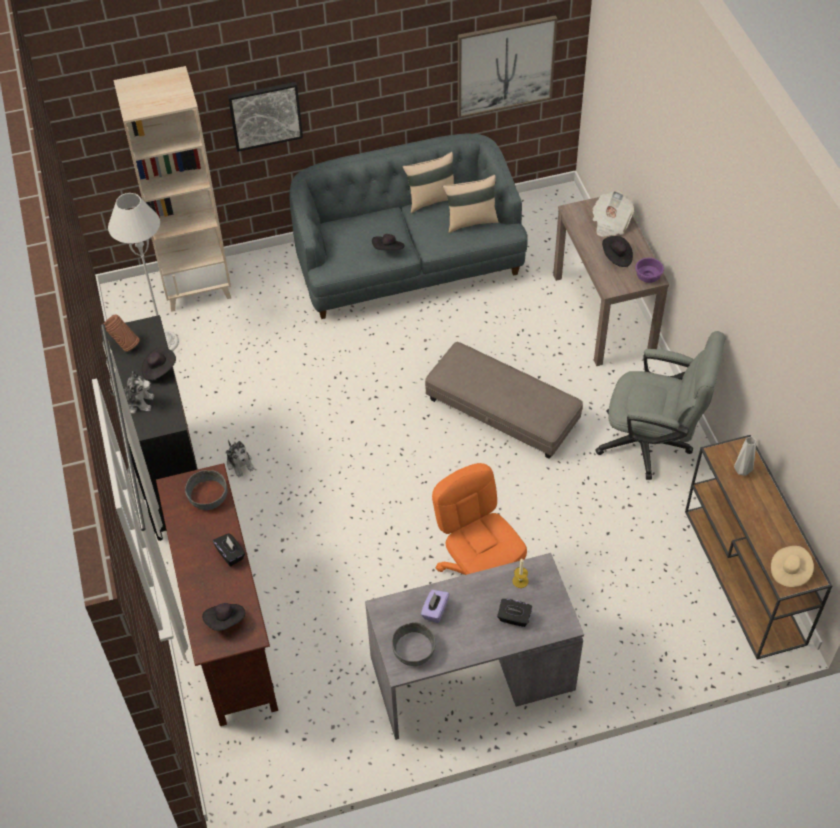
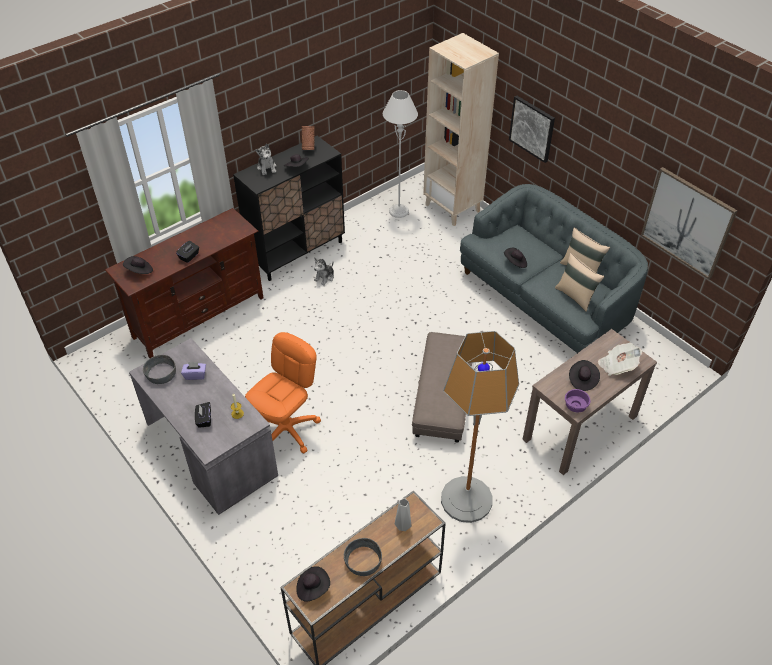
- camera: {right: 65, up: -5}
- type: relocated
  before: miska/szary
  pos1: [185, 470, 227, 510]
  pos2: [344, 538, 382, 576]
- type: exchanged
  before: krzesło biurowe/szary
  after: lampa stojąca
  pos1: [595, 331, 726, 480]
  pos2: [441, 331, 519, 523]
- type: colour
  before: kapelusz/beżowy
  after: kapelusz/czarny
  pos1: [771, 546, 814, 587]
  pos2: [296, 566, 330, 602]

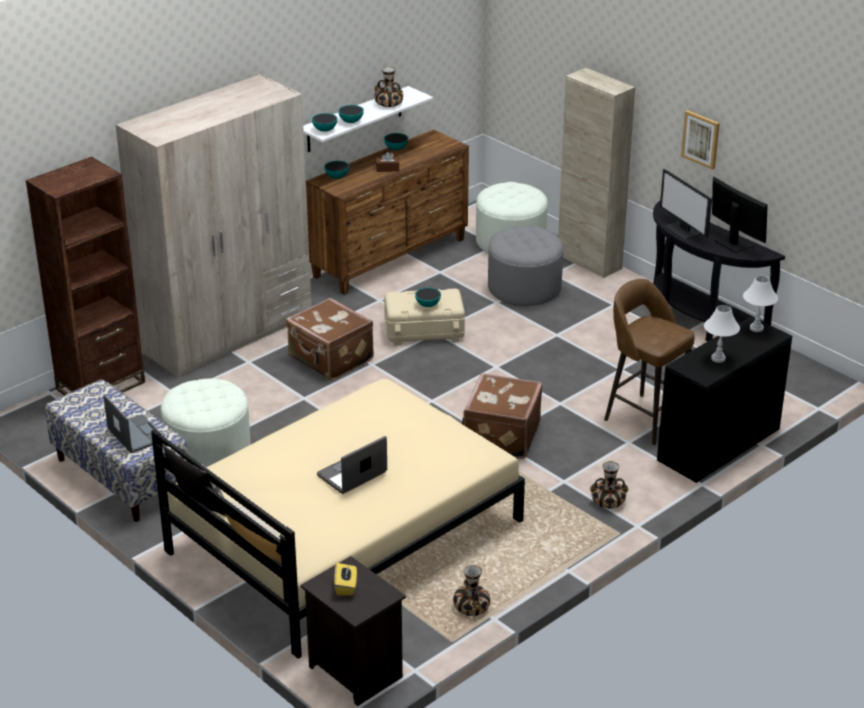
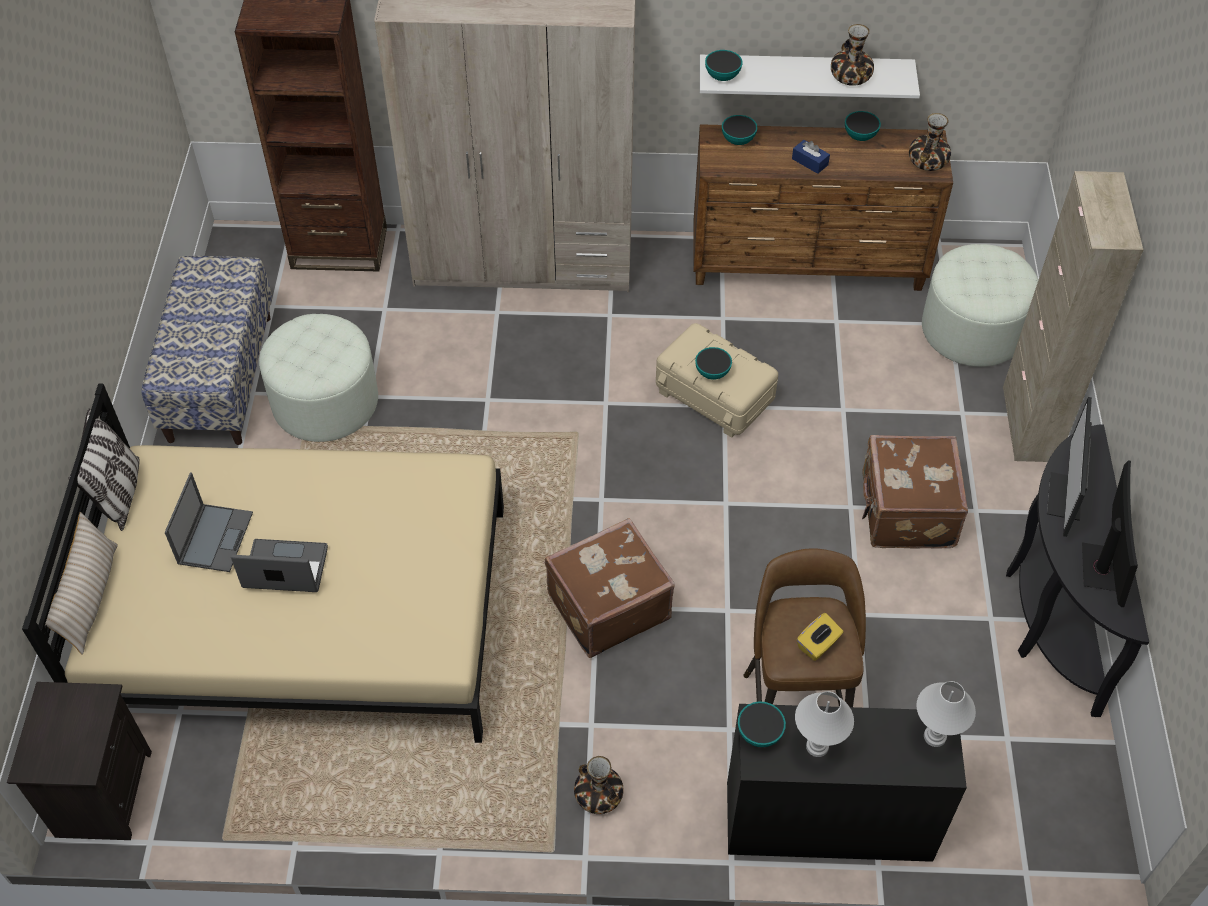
- camera: {right: 45, up: 20}
- type: missing
  before: pufa/szary
  pos1: [488, 226, 563, 306]
- type: missing
  before: obraz
  pos1: [681, 110, 720, 170]
- type: relocated
  before: laptop
  pos1: [103, 394, 164, 453]
  pos2: [164, 473, 253, 572]
- type: relocated
  before: walizka/brązowy
  pos1: [286, 298, 374, 380]
  pos2: [862, 435, 968, 549]
- type: relocated
  before: pudełko chusteczek/żółty
  pos1: [334, 563, 357, 596]
  pos2: [797, 613, 843, 661]
- type: relocated
  before: miska
  pos1: [338, 105, 364, 123]
  pos2: [738, 701, 786, 747]
- type: relocated
  before: wazon
  pos1: [453, 565, 490, 616]
  pos2: [909, 113, 951, 171]
- type: colour
  before: pudełko chusteczek/brązowy
  after: pudełko chusteczek/niebieski
  pos1: [376, 152, 399, 172]
  pos2: [792, 140, 830, 174]

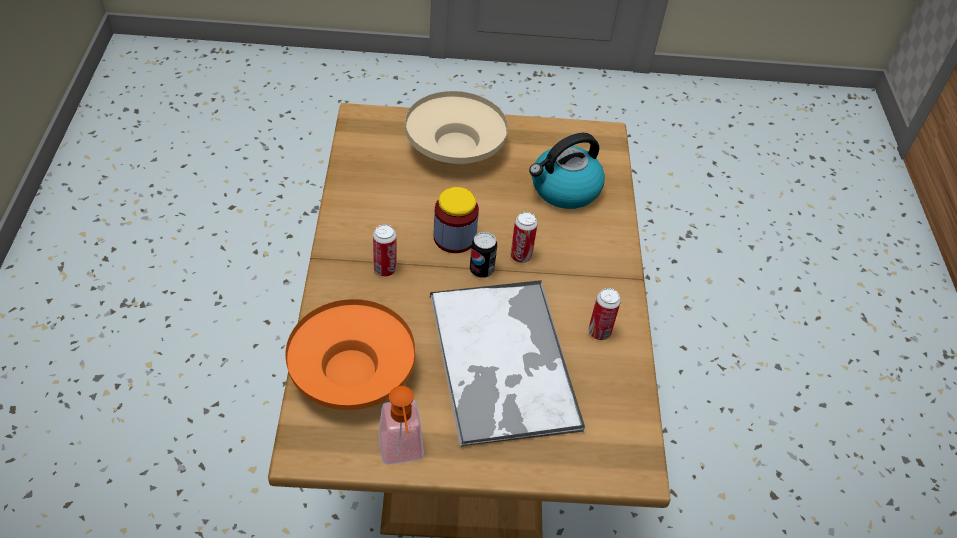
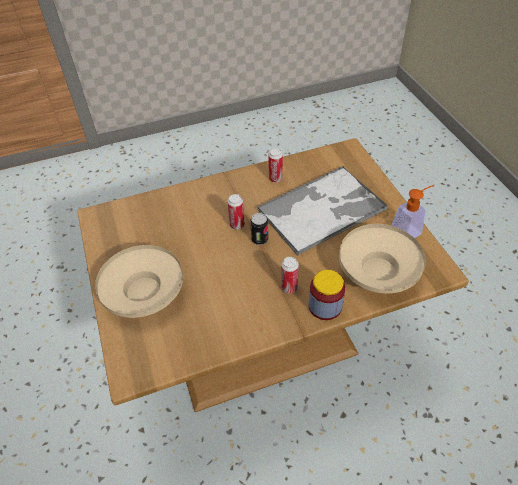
- camera: {right: -105, up: 0}
- type: missing
  before: czajnik
  pos1: [529, 133, 605, 209]
- type: relocated
  before: słoik
  pos1: [434, 187, 479, 253]
  pos2: [309, 270, 345, 320]
- type: colour
  before: miska/pomarańczowy
  after: miska/beżowy
  pos1: [285, 299, 415, 410]
  pos2: [339, 224, 426, 294]

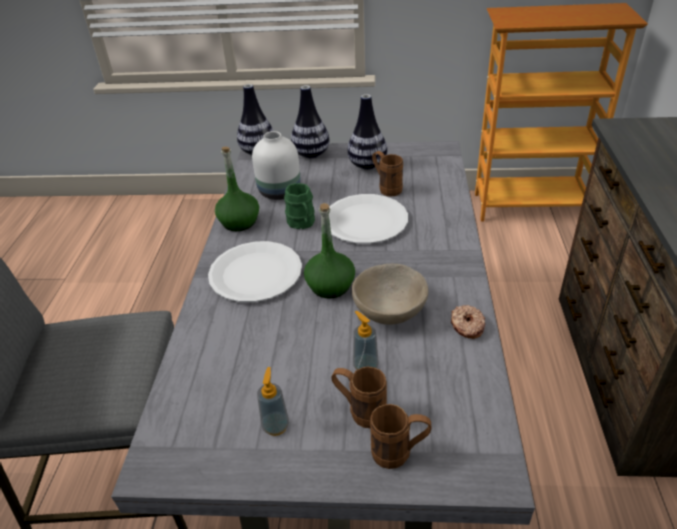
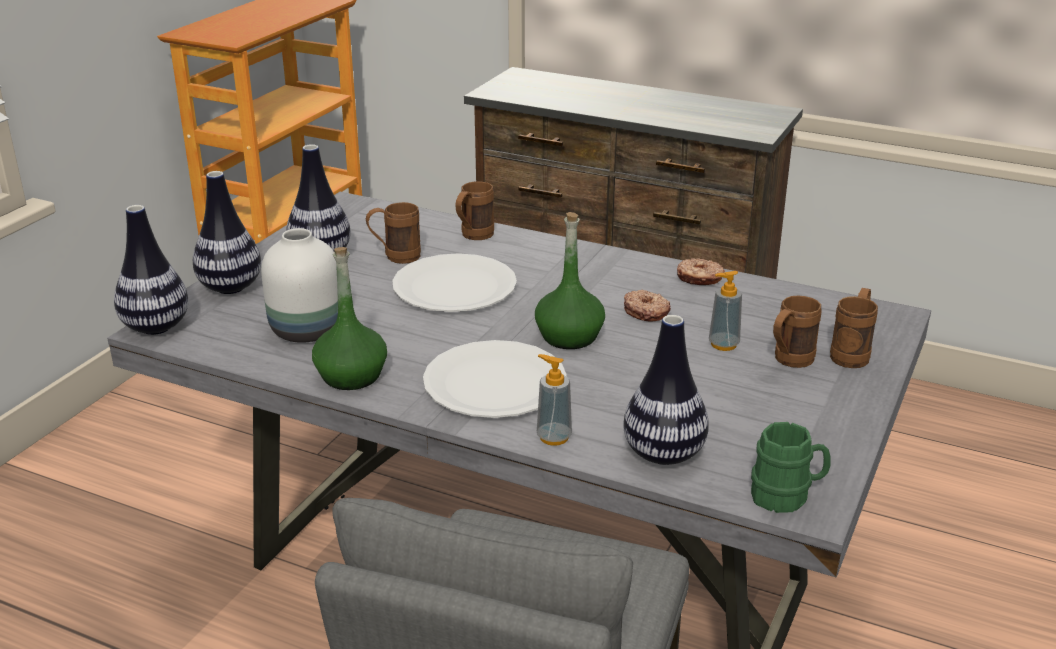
- camera: {right: -70, up: -10}
- type: appeared
  after: kubek/brązowy
  pos2: [455, 182, 494, 240]
- type: appeared
  after: wazon
  pos2: [623, 315, 709, 465]
- type: relocated
  before: dozownik mydła
  pos1: [257, 367, 289, 436]
  pos2: [537, 354, 572, 446]
- type: relocated
  before: kubek/zielony
  pos1: [284, 183, 315, 229]
  pos2: [751, 422, 831, 513]
- type: exchanged
  before: miska/beżowy
  after: donut
  pos1: [352, 263, 428, 325]
  pos2: [624, 290, 671, 321]

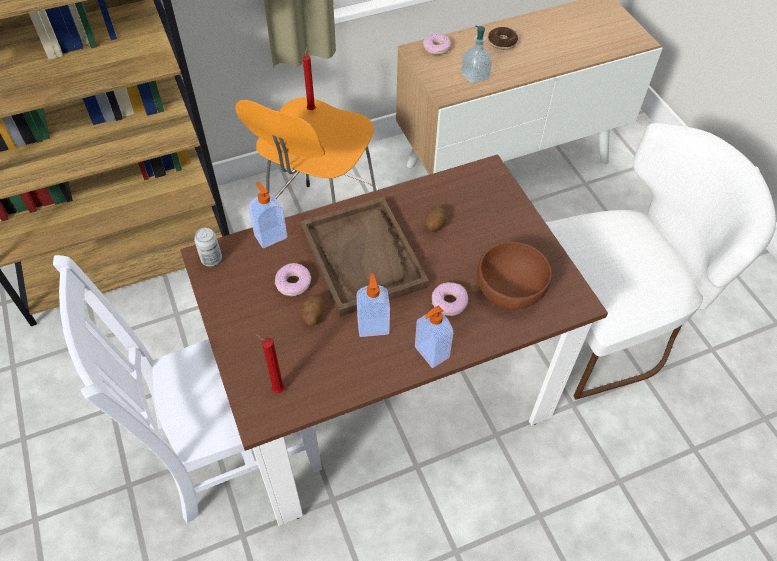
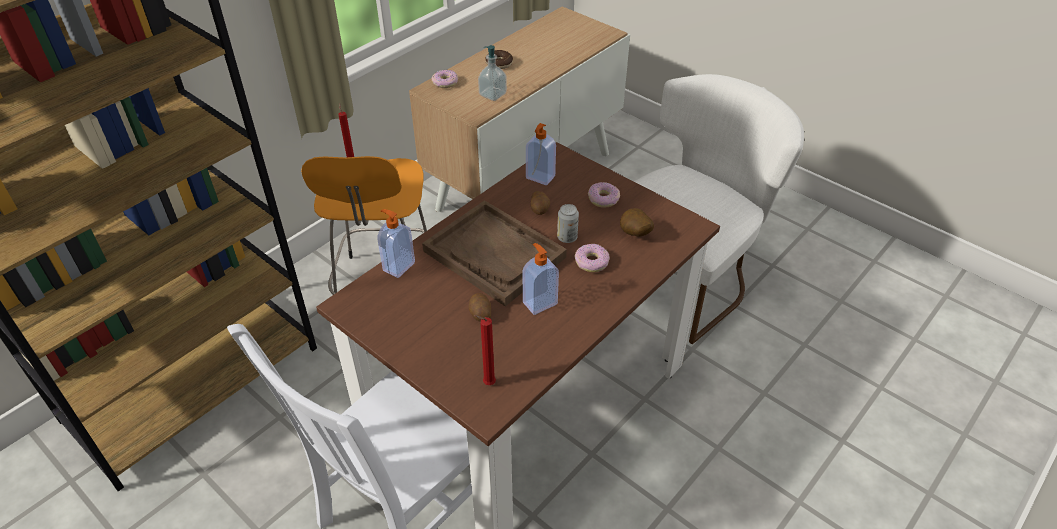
- camera: {right: -25, up: -10}
- type: relocated
  before: puszka
  pos1: [194, 228, 222, 266]
  pos2: [557, 204, 579, 243]
- type: relocated
  before: donut
  pos1: [275, 263, 311, 296]
  pos2: [588, 182, 620, 208]
- type: relocated
  before: dozownik mydła
  pos1: [415, 305, 453, 368]
  pos2: [526, 123, 556, 185]
- type: exchanged
  before: miska/brązowy
  after: ziemniak
  pos1: [477, 242, 552, 310]
  pos2: [620, 208, 654, 237]

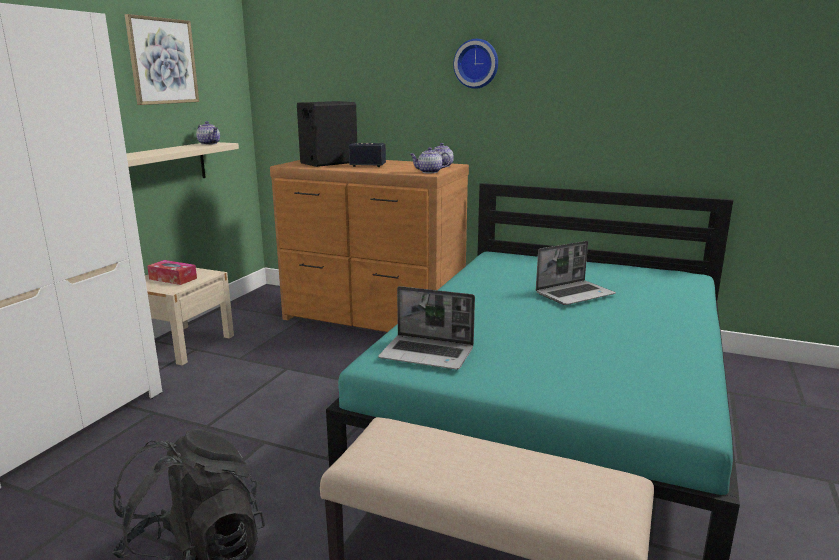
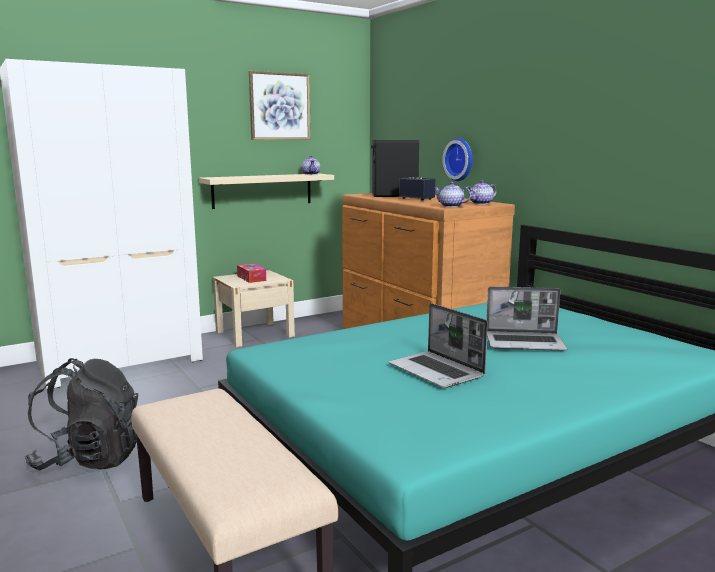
- camera: {right: 35, up: -5}
- type: relocated
  before: laptop
  pos1: [378, 286, 475, 370]
  pos2: [389, 303, 488, 388]
- type: relocated
  before: zegar ścienny
  pos1: [453, 39, 498, 89]
  pos2: [442, 138, 473, 181]

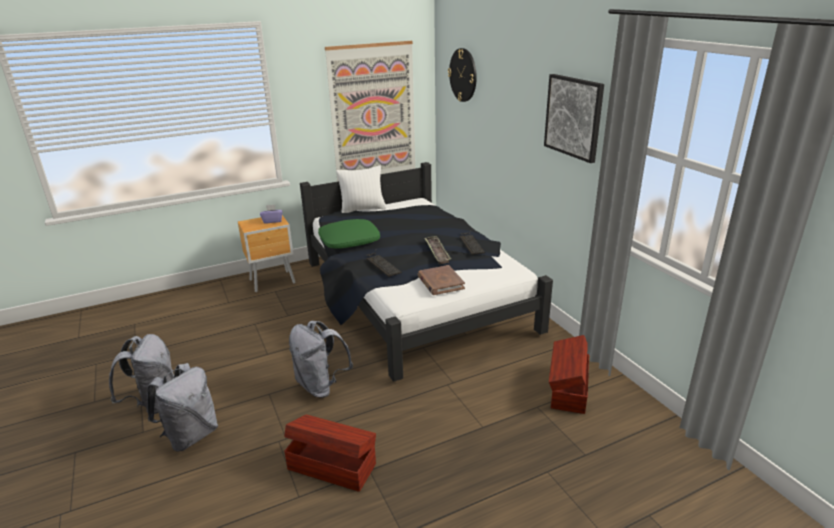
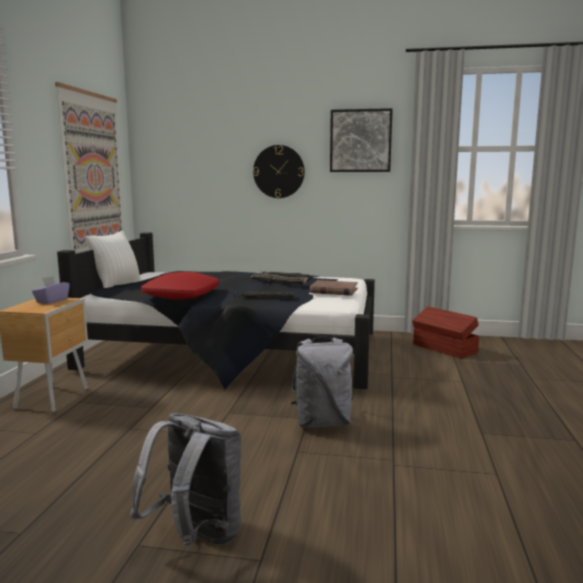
- camera: {right: -55, up: -15}
- type: missing
  before: plecak/szary
  pos1: [147, 363, 218, 452]
- type: missing
  before: pojemnik do przechowywania/brązowy
  pos1: [284, 414, 376, 492]
- type: relocated
  before: zegar ścienny
  pos1: [448, 48, 477, 102]
  pos2: [253, 145, 305, 198]
- type: colour
  before: poduszka/zielony
  after: poduszka/czerwony
  pos1: [318, 219, 380, 249]
  pos2: [141, 272, 219, 300]

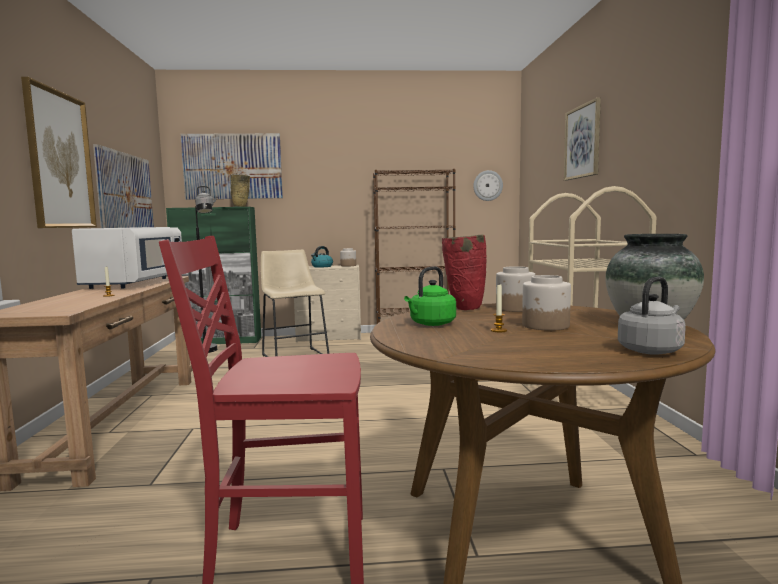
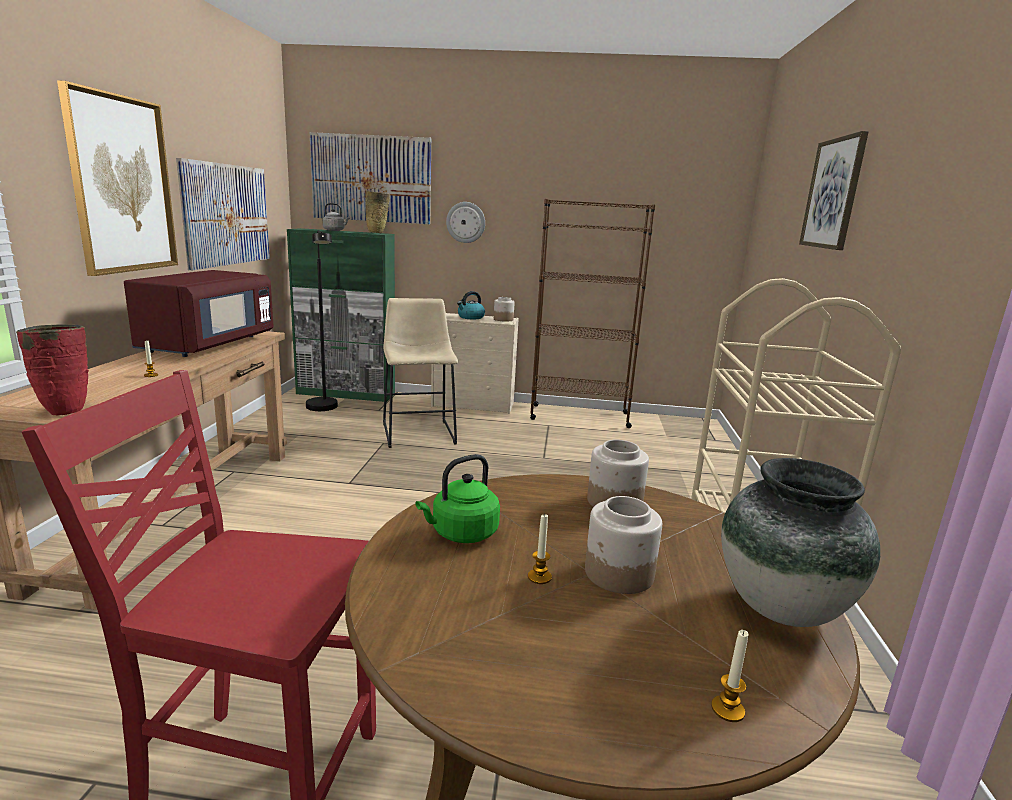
- camera: {right: 10, up: 10}
- type: relocated
  before: wazon/czerwony
  pos1: [442, 235, 487, 310]
  pos2: [16, 324, 89, 415]
- type: relocated
  before: zegar ścienny
  pos1: [473, 170, 503, 201]
  pos2: [446, 202, 485, 243]
- type: exchanged
  before: czajnik/szary
  after: świeca
  pos1: [618, 277, 686, 355]
  pos2: [711, 630, 749, 722]
- type: colour
  before: mikrofalówka/biały
  after: mikrofalówka/czerwony
  pos1: [72, 227, 182, 289]
  pos2: [124, 270, 274, 357]

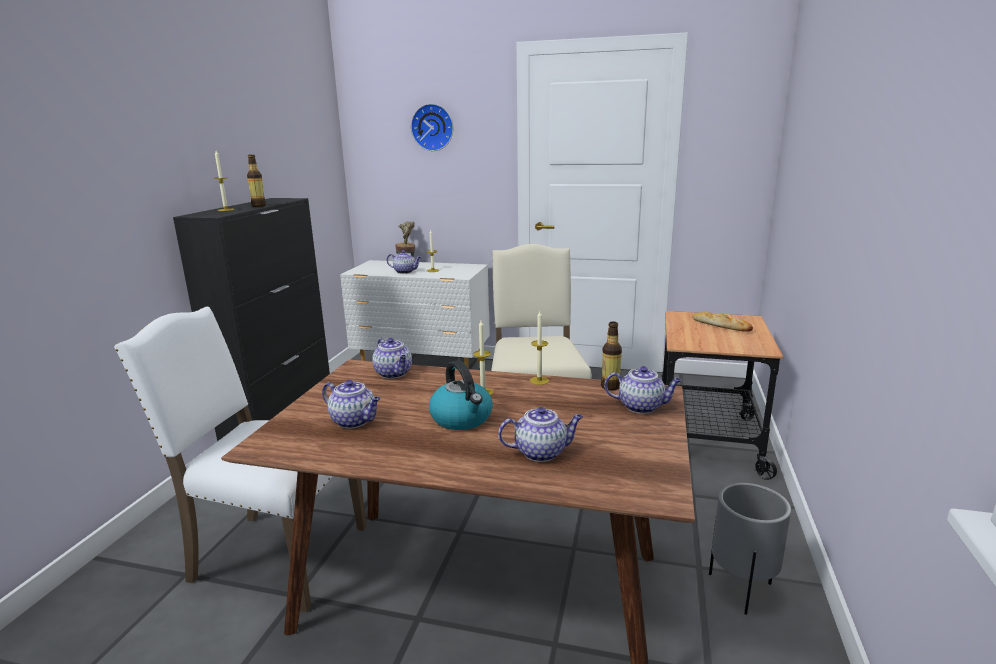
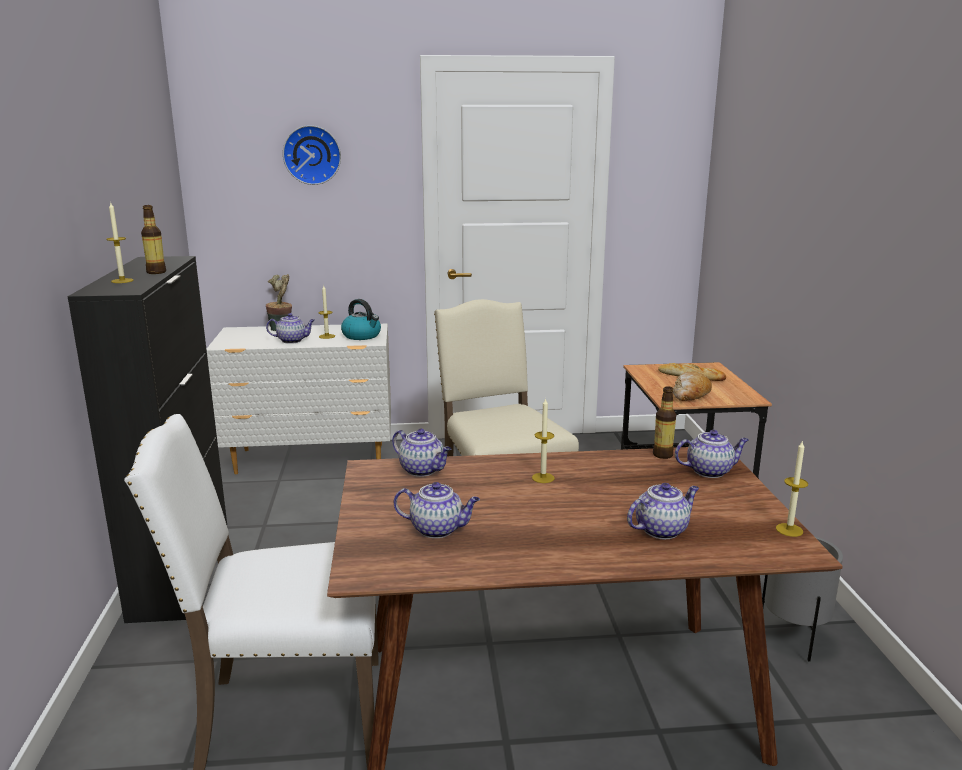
- camera: {right: -20, up: 0}
- type: appeared
  after: chleb
  pos2: [673, 372, 712, 401]
- type: relocated
  before: czajnik
  pos1: [429, 360, 493, 430]
  pos2: [341, 299, 381, 340]
- type: relocated
  before: świeca
  pos1: [530, 311, 549, 385]
  pos2: [776, 440, 808, 537]

